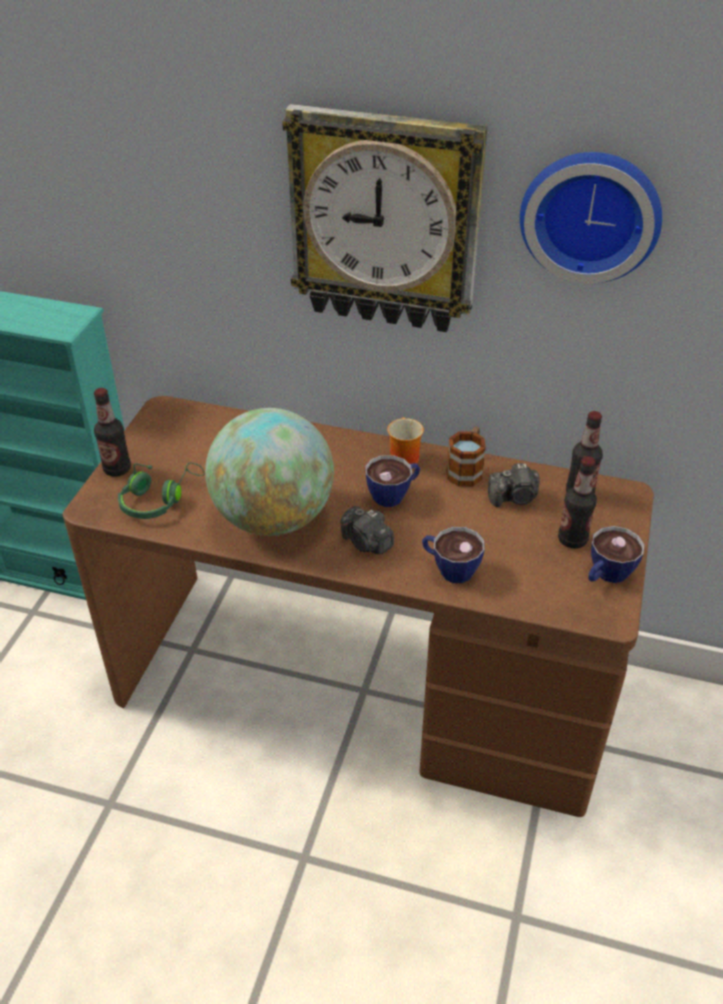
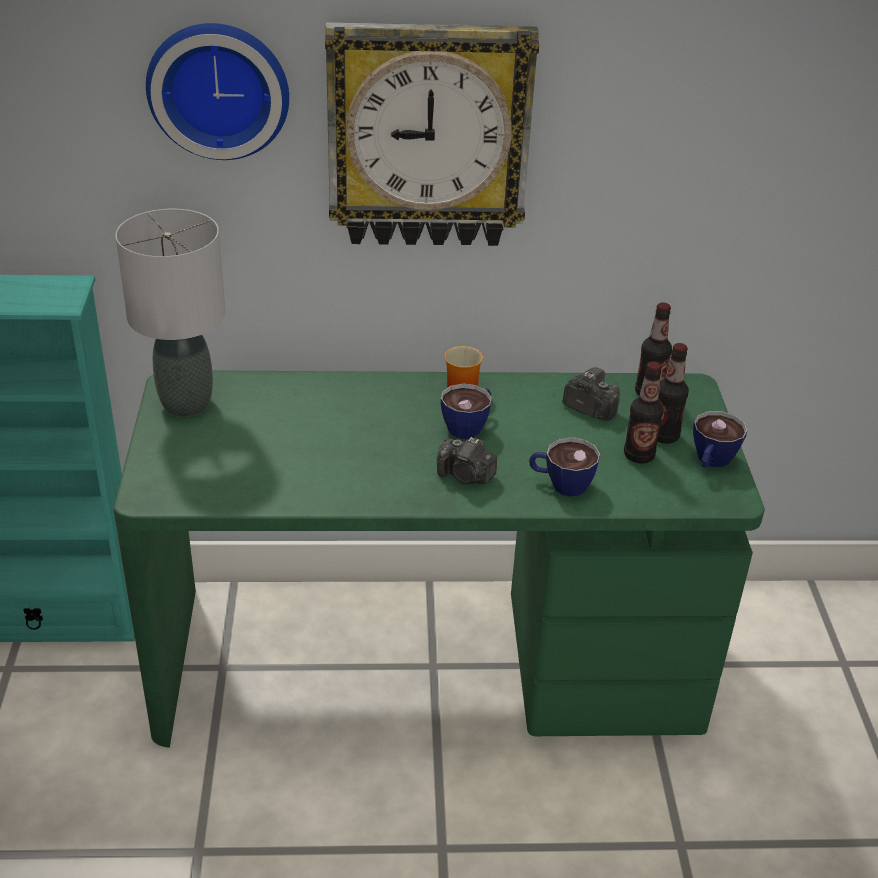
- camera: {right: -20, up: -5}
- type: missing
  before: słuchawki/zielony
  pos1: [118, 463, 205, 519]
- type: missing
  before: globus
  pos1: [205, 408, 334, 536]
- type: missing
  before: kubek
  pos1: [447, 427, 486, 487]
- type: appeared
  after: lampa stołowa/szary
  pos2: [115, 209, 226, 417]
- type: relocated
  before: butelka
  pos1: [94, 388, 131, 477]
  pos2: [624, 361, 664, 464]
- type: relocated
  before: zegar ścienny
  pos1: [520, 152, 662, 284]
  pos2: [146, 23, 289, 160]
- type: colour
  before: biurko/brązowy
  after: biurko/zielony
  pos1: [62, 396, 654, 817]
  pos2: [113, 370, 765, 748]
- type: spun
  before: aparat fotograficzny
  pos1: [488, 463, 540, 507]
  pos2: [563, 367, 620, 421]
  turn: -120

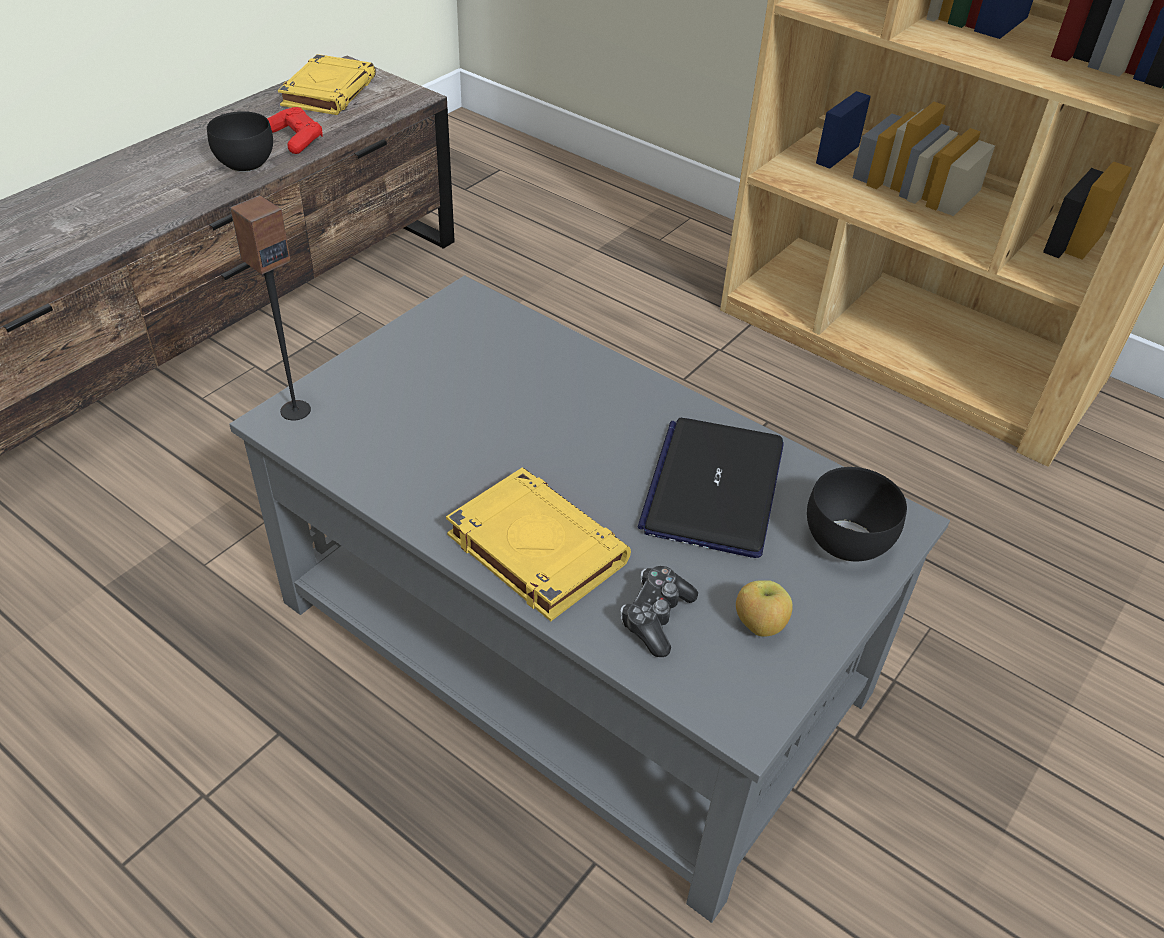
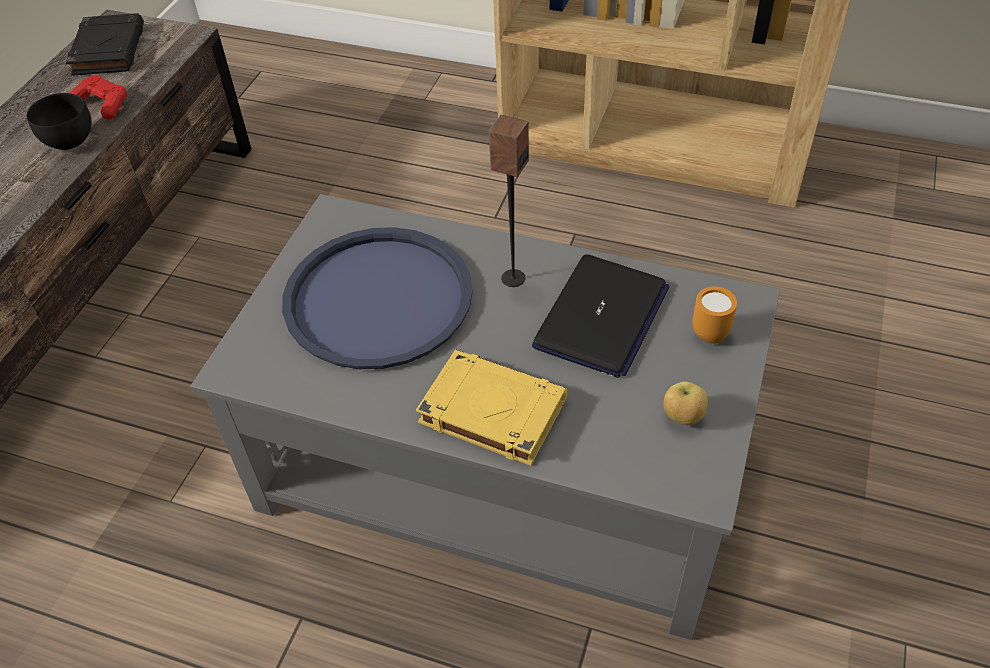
- camera: {right: -15, up: 5}
- type: missing
  before: pad do gier
  pos1: [620, 566, 698, 657]
- type: appeared
  after: taca/niebieski
  pos2: [282, 227, 473, 369]
- type: relocated
  before: głośnik
  pos1: [230, 195, 311, 421]
  pos2: [489, 115, 529, 287]
- type: exchanged
  before: miska/czarny
  after: kubek/pomarańczowy
  pos1: [807, 467, 907, 561]
  pos2: [692, 286, 737, 344]
- type: colour
  before: książka/żółty
  after: książka/czarny
  pos1: [278, 54, 376, 115]
  pos2: [66, 13, 144, 75]
- type: spun
  before: laptop
  pos1: [638, 418, 783, 558]
  pos2: [532, 254, 670, 378]
  turn: -150

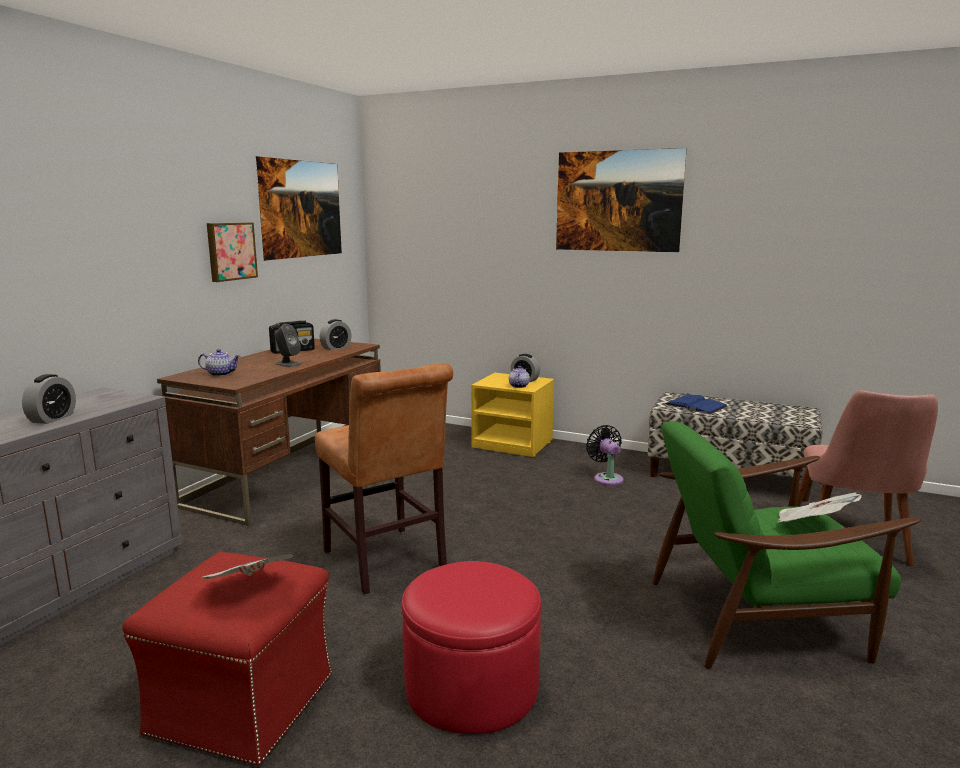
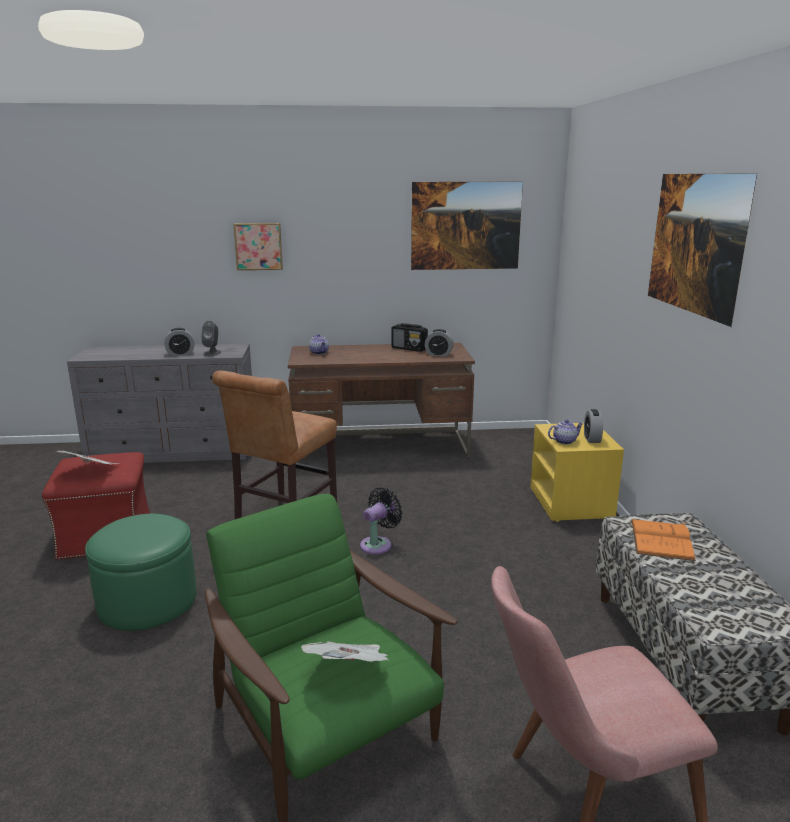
- camera: {right: 60, up: 5}
- type: relocated
  before: obraz
  pos1: [207, 222, 258, 282]
  pos2: [233, 223, 283, 270]
- type: relocated
  before: głośnik/szary
  pos1: [275, 324, 301, 367]
  pos2: [201, 321, 221, 356]
- type: relocated
  before: wentylator/czarny
  pos1: [586, 425, 623, 485]
  pos2: [360, 488, 403, 554]
- type: colour
  before: pufa/czerwony
  after: pufa/zielony
  pos1: [401, 561, 541, 734]
  pos2: [85, 514, 197, 631]
- type: colour
  before: książka/niebieski
  after: książka/pomarańczowy
  pos1: [664, 393, 728, 415]
  pos2: [631, 519, 696, 561]

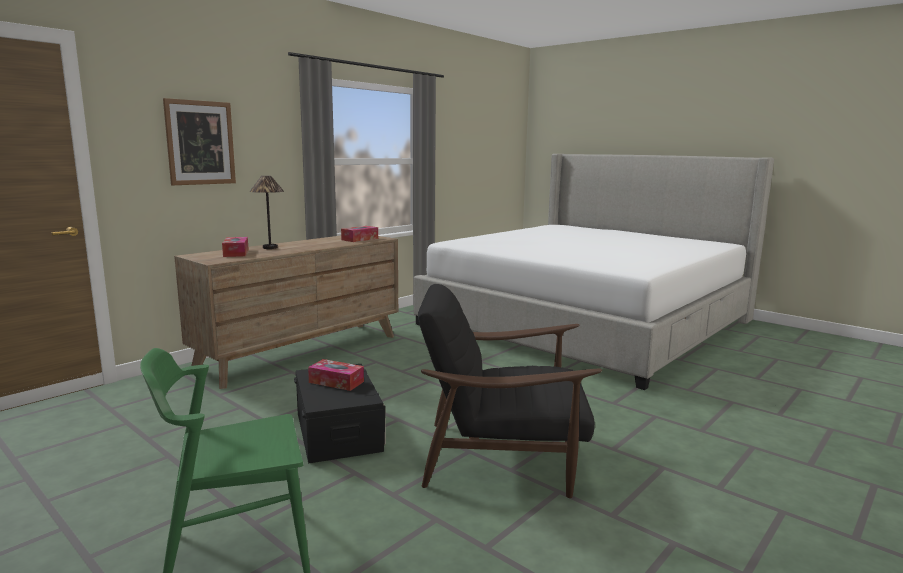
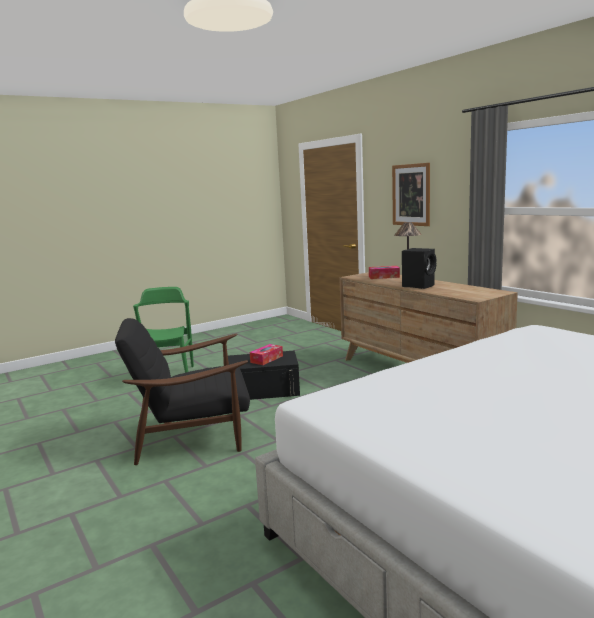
- camera: {right: 105, up: 0}
- type: missing
  before: pudełko chusteczek
  pos1: [341, 226, 378, 242]
- type: appeared
  after: głośnik/czarny
  pos2: [402, 248, 436, 289]
- type: spun
  before: fotel/czarny
  pos1: [418, 284, 602, 498]
  pos2: [115, 318, 250, 465]
  turn: -120

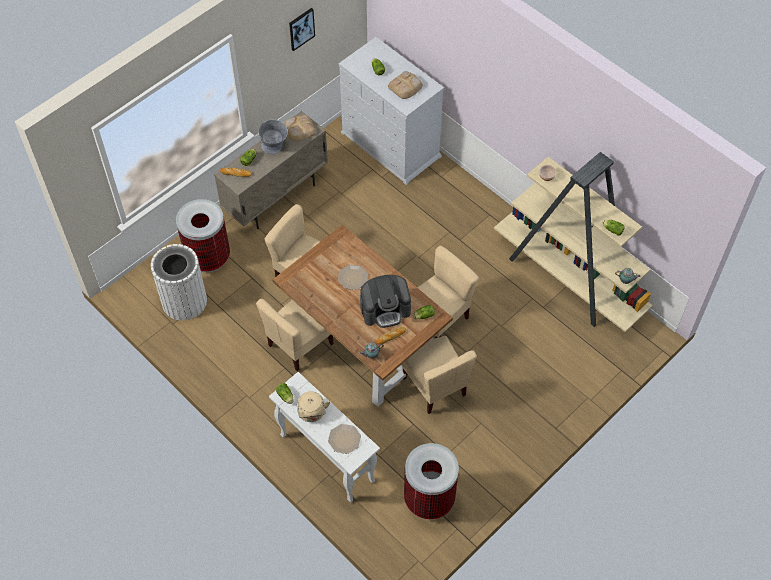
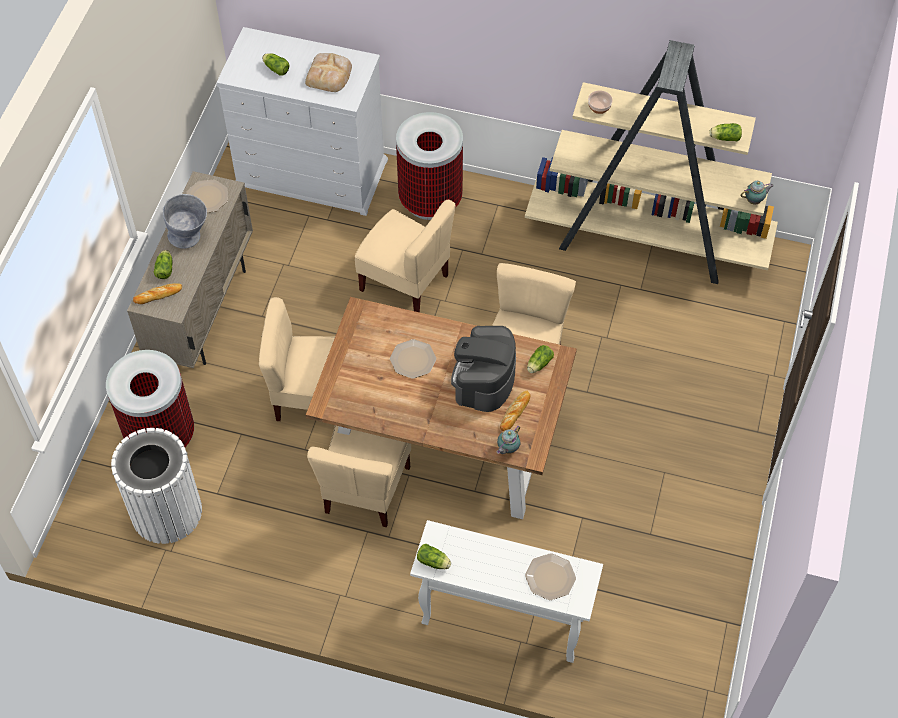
- camera: {right: -30, up: 0}
- type: missing
  before: obraz
  pos1: [289, 8, 315, 51]
- type: missing
  before: czajnik/beżowy
  pos1: [297, 391, 331, 422]
- type: relocated
  before: krzesło/beżowy
  pos1: [401, 336, 477, 414]
  pos2: [355, 200, 455, 313]
- type: relocated
  before: kosz na śmieci
  pos1: [404, 443, 459, 519]
  pos2: [396, 112, 463, 220]
- type: exchanged
  before: chleb
  after: talerz
  pos1: [284, 115, 316, 141]
  pos2: [186, 180, 228, 212]
- type: spun
  before: ekspres do kawy
  pos1: [360, 275, 411, 328]
  pos2: [451, 326, 516, 412]
  turn: 150

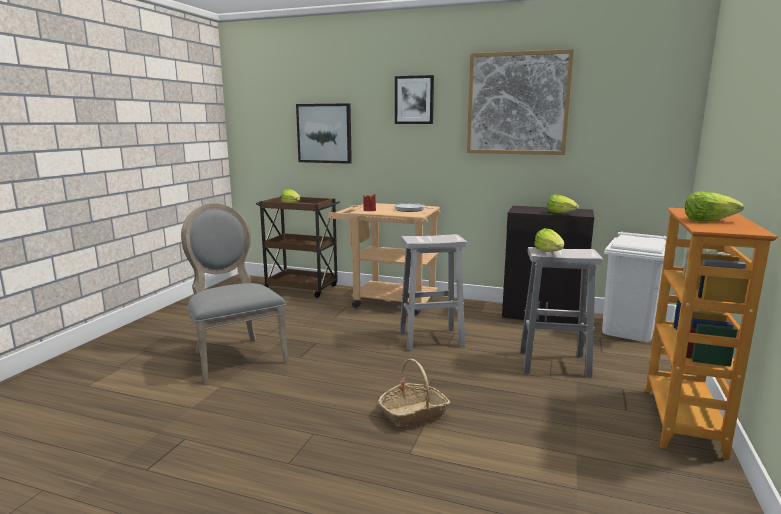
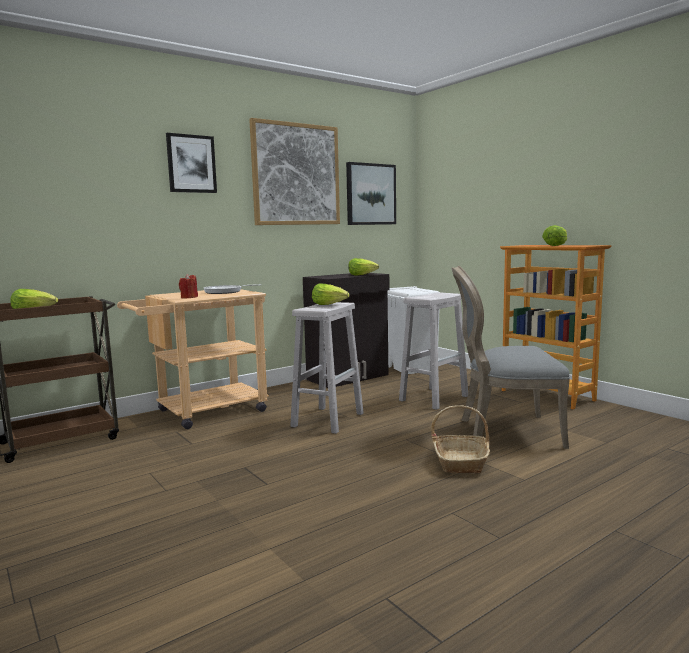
- camera: {right: -55, up: -5}
- type: relocated
  before: krzesło/szary
  pos1: [181, 203, 289, 385]
  pos2: [452, 266, 570, 449]
- type: relocated
  before: obraz
  pos1: [296, 103, 352, 164]
  pos2: [346, 162, 396, 225]
- type: relocated
  before: sałata
  pos1: [534, 228, 564, 252]
  pos2: [312, 283, 350, 305]

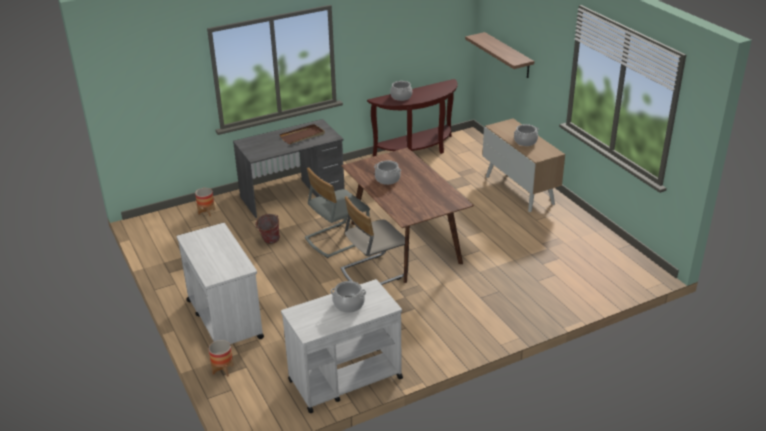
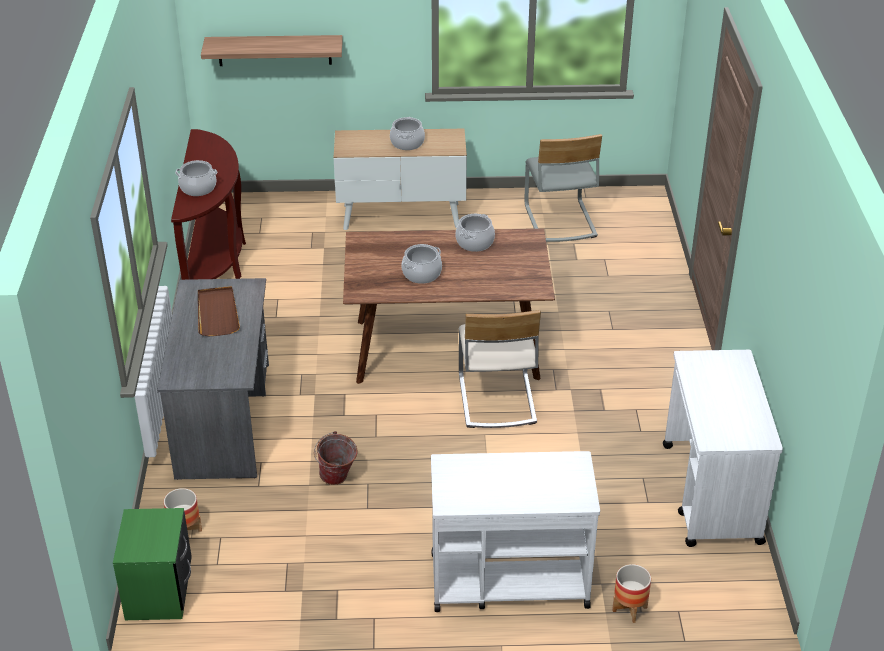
- camera: {right: -65, up: 5}
- type: appeared
  after: szafka nocna/zielony
  pos2: [113, 508, 192, 620]
- type: relocated
  before: krzesło/szary
  pos1: [305, 167, 370, 258]
  pos2: [524, 134, 602, 242]
- type: relocated
  before: garnek
  pos1: [331, 281, 366, 313]
  pos2: [456, 214, 495, 252]

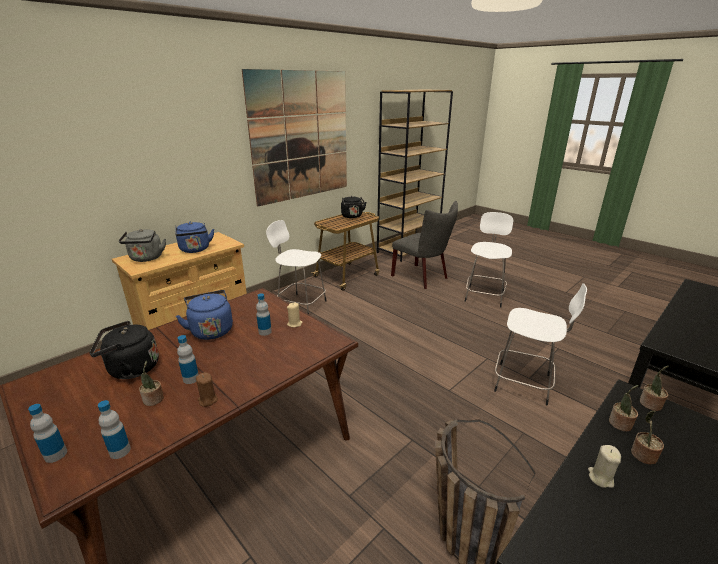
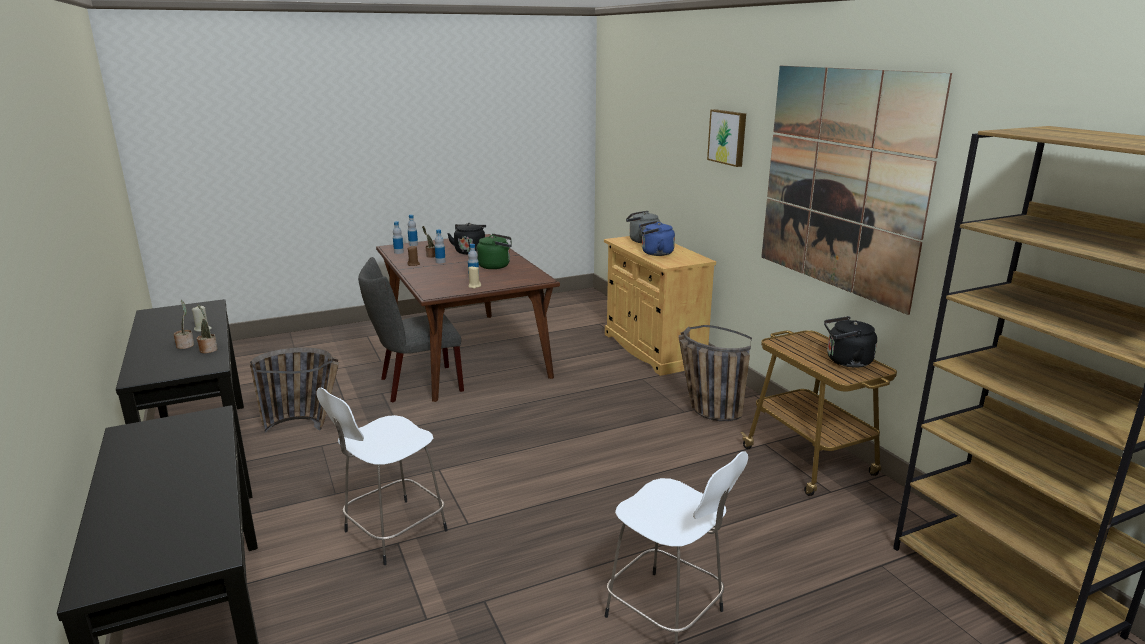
- camera: {right: 110, up: -5}
- type: missing
  before: roślina doniczkowa
  pos1: [640, 365, 668, 411]
- type: appeared
  after: obraz
  pos2: [707, 109, 746, 167]
- type: relocated
  before: krzesło/szary
  pos1: [391, 201, 458, 289]
  pos2: [358, 257, 464, 402]
- type: exchanged
  before: stołek/biały
  after: koszyk
  pos1: [266, 220, 326, 314]
  pos2: [679, 325, 752, 421]
- type: colour
  before: czajnik/niebieski
  after: czajnik/zielony
  pos1: [176, 290, 233, 340]
  pos2: [476, 234, 512, 269]

